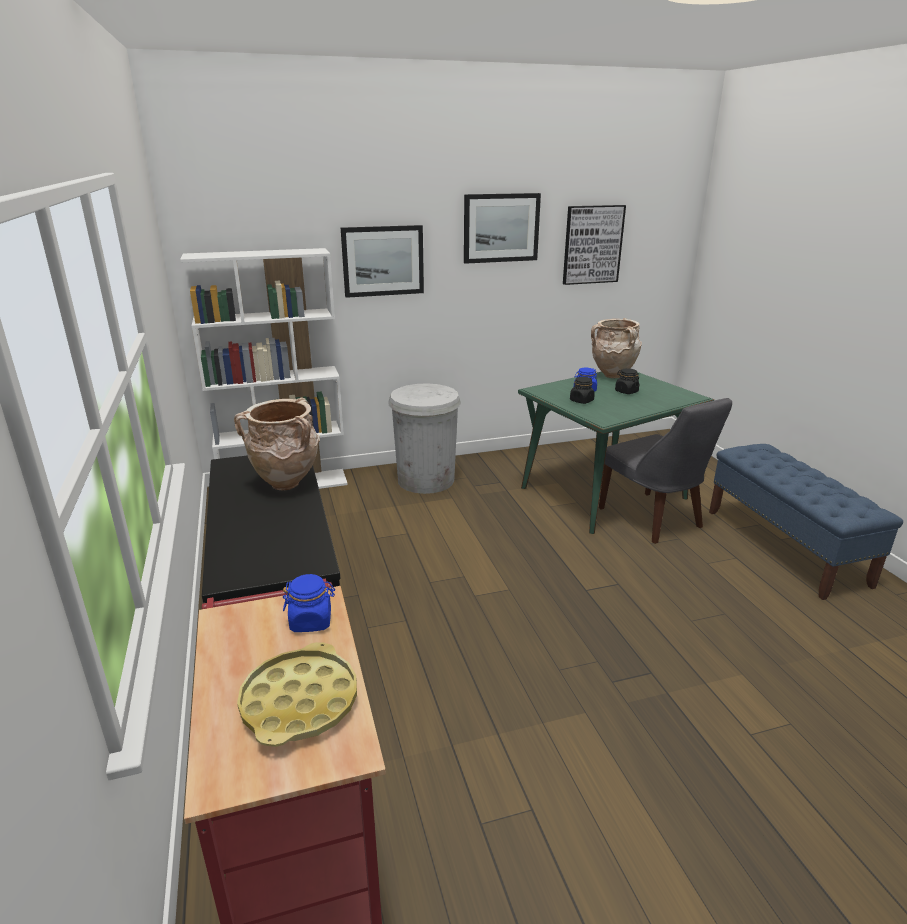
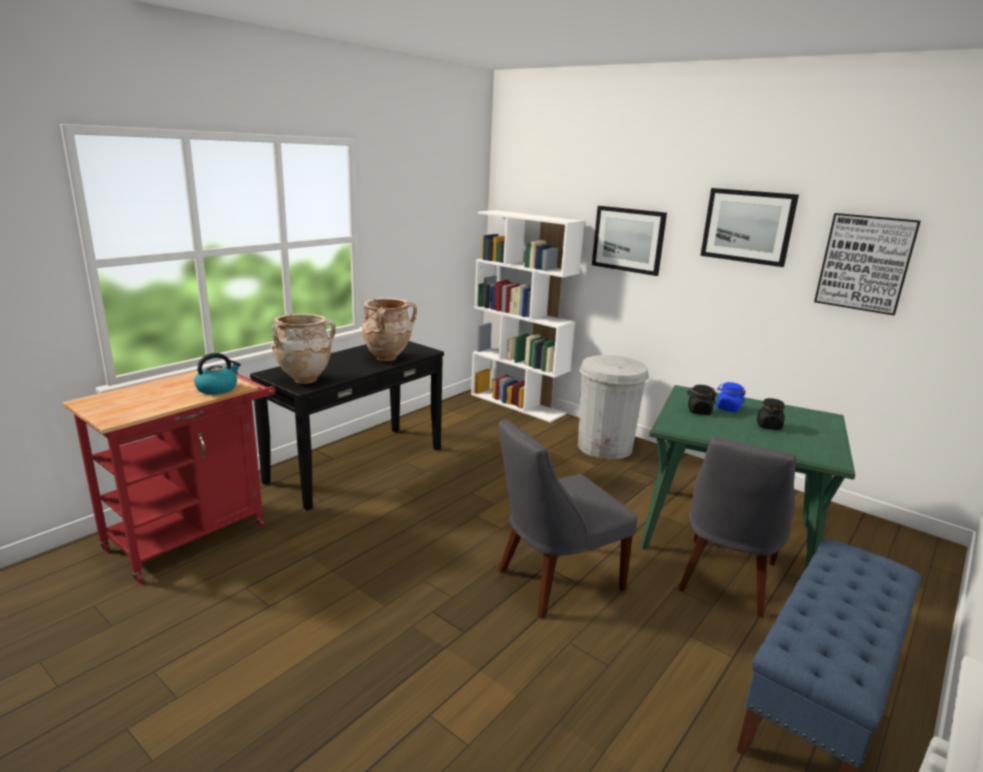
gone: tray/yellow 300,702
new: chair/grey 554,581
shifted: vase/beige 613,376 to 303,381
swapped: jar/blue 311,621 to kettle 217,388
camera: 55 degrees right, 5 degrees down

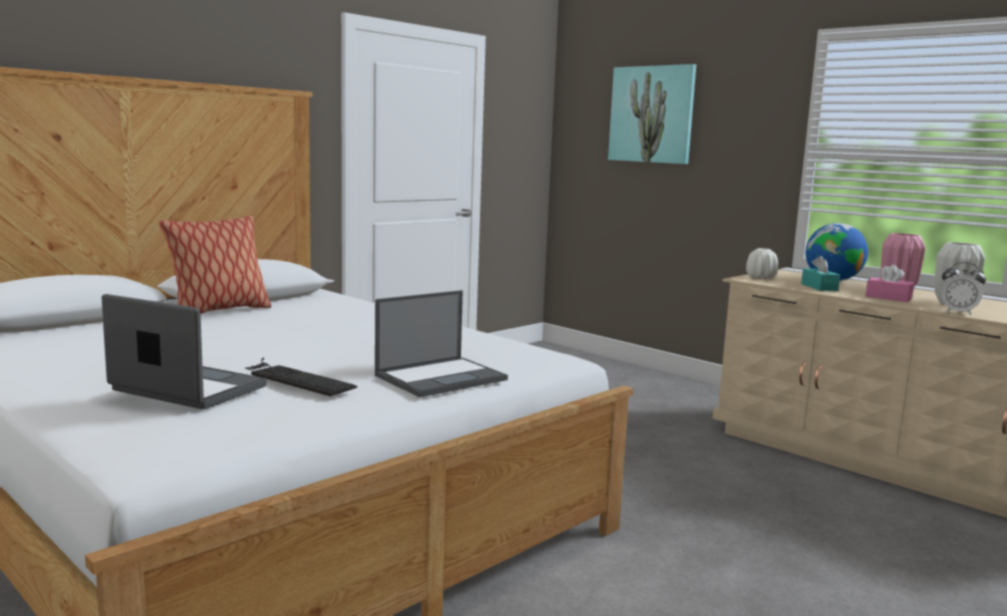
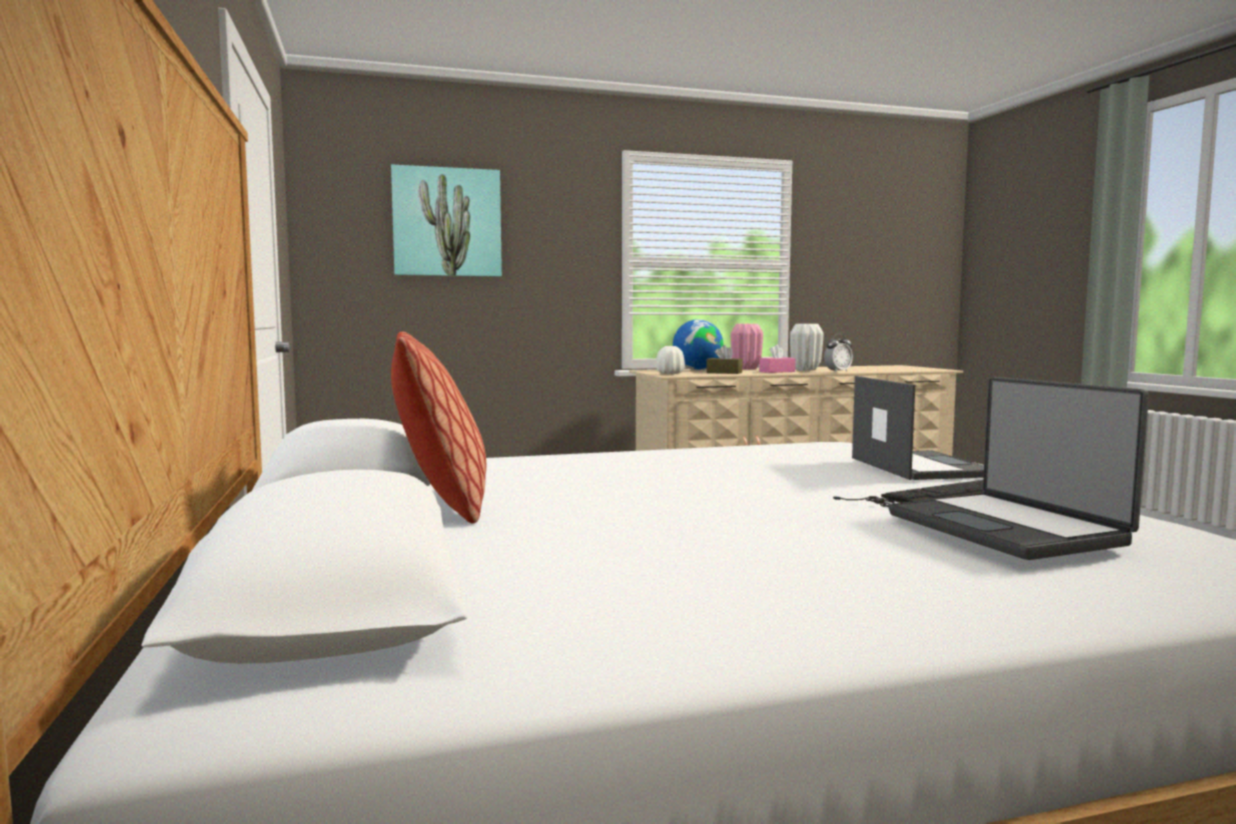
repainted: tissue box/turquoise 819,287 to tissue box/brown 724,373
rotated: laptop 186,389 = 1007,529 75 degrees counterclockwise
camera: 60 degrees left, 5 degrees down

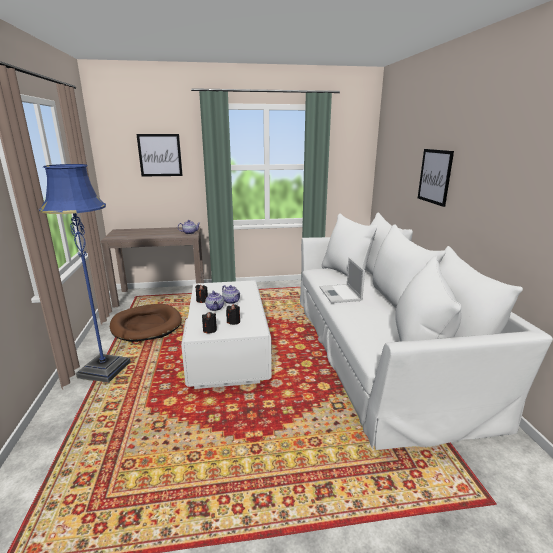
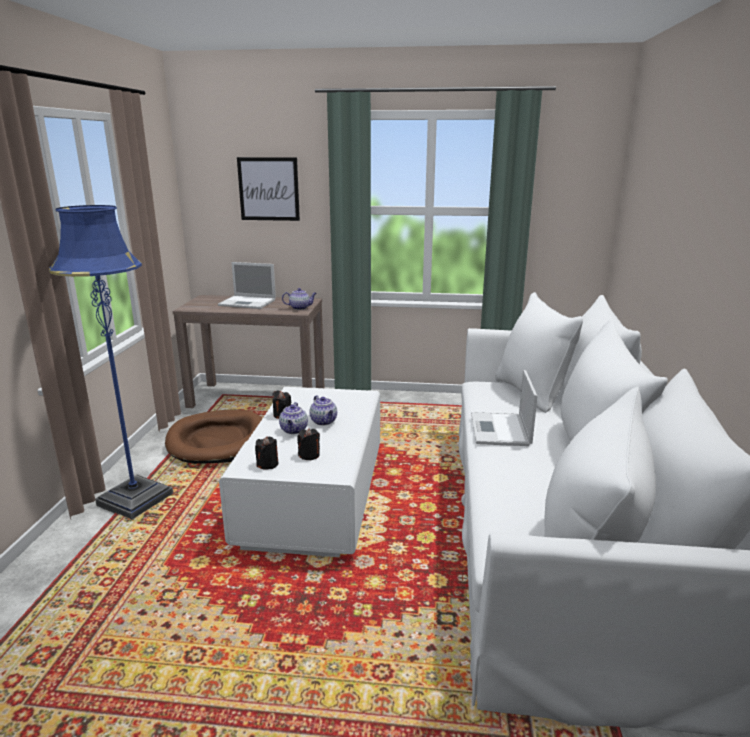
gone: picture 434,176
new: laptop 248,302
camera: 15 degrees right, 0 degrees up

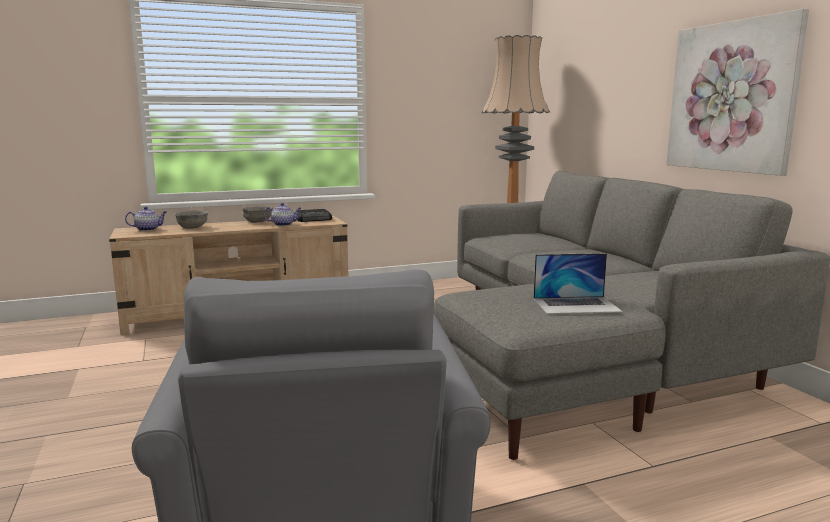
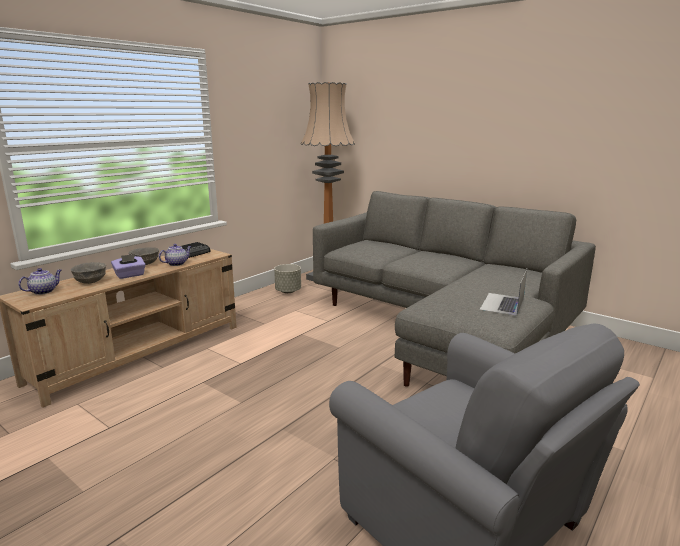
gone: picture 731,97
new: tissue box/purple 130,275; planter/grey 288,291
rotated: laptop 576,305 = 502,304 150 degrees clockwise
camera: 30 degrees left, 5 degrees up

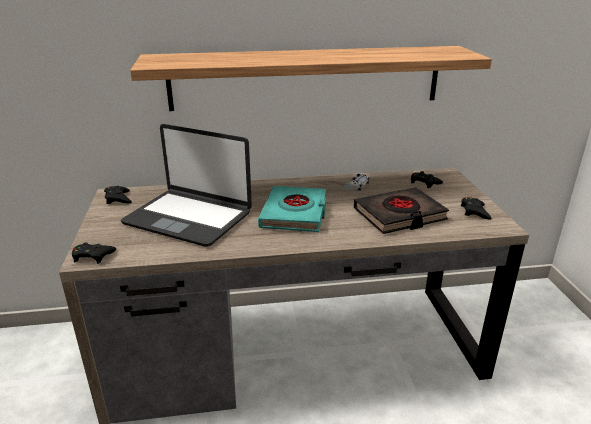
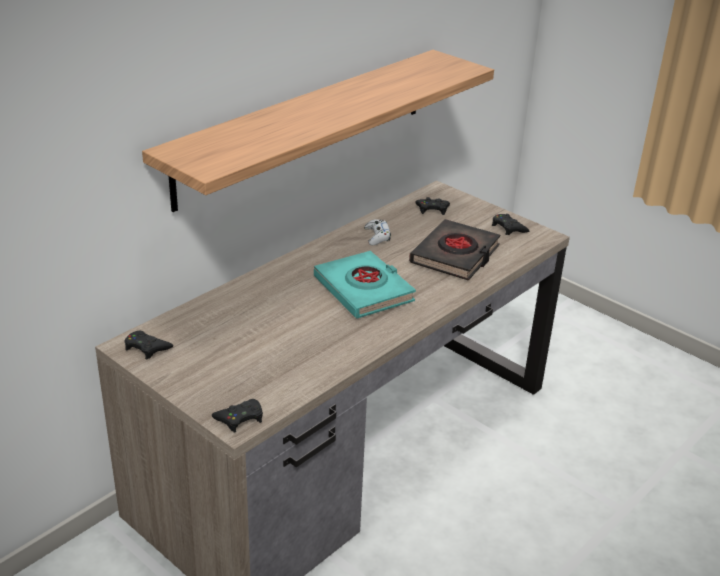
gone: laptop 189,217
camera: 40 degrees left, 5 degrees up

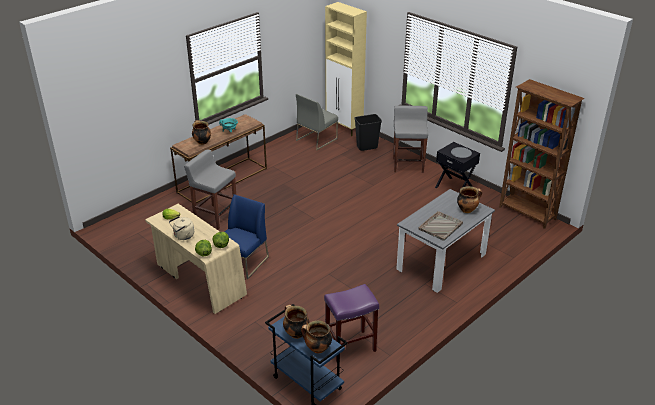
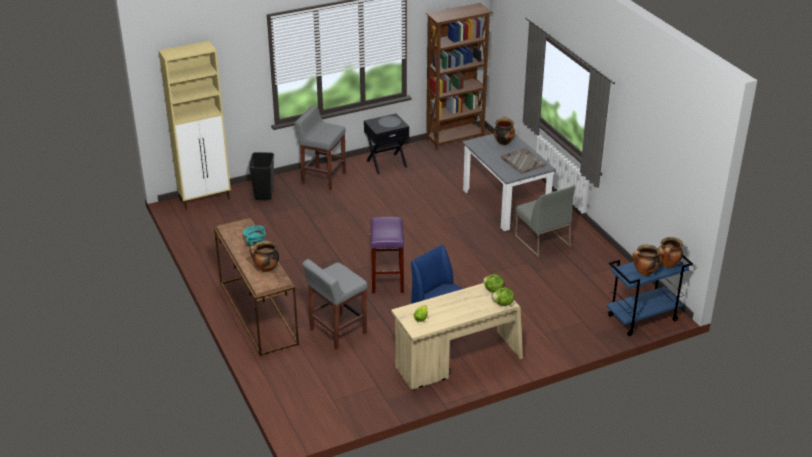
gone: kettle/beige 183,236
shifted: chair/grey 316,139 to 541,241; stool/purple 350,345 to 387,280
camera: 70 degrees left, 0 degrees up

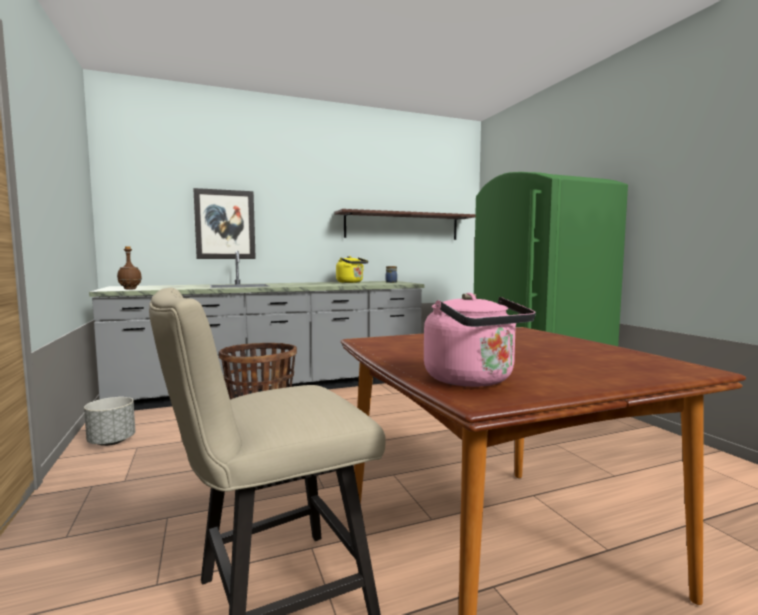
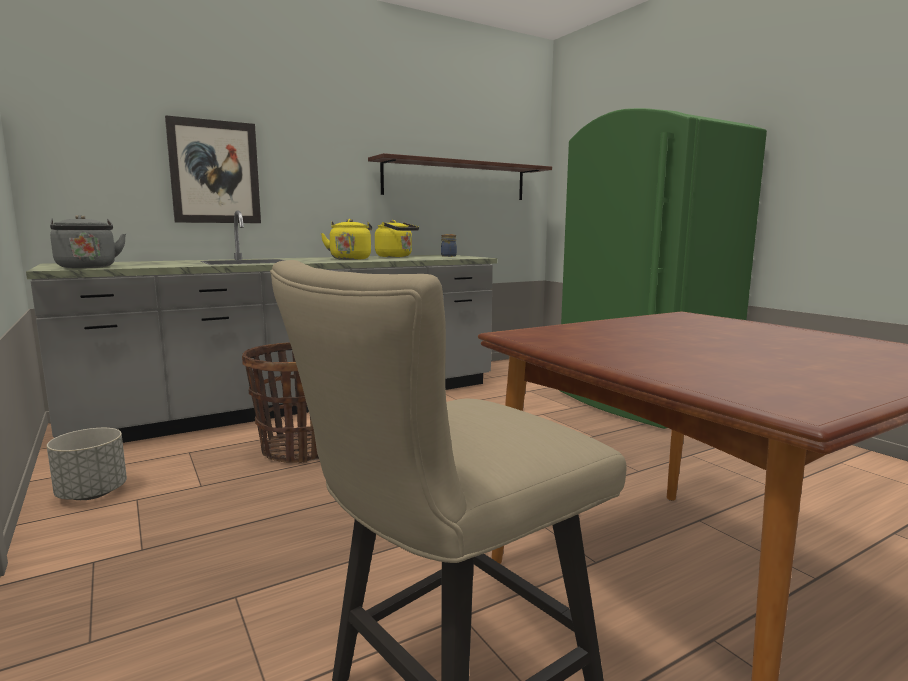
gone: kettle/pink 473,380
new: kettle/yellow 350,259
swapped: bottle/brown 130,289 to kettle/grey 87,267
camera: 10 degrees left, 5 degrees up

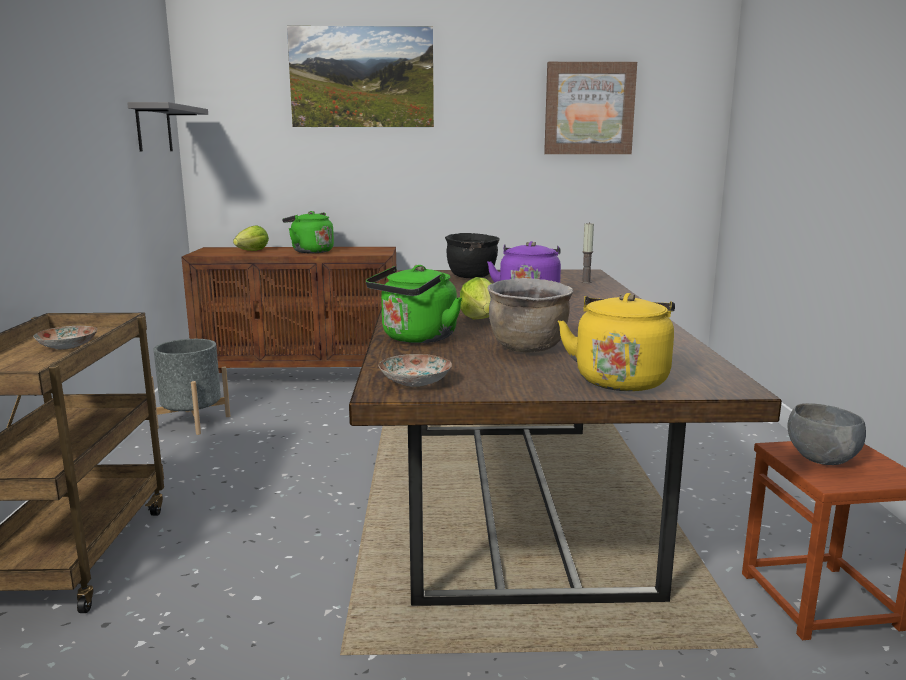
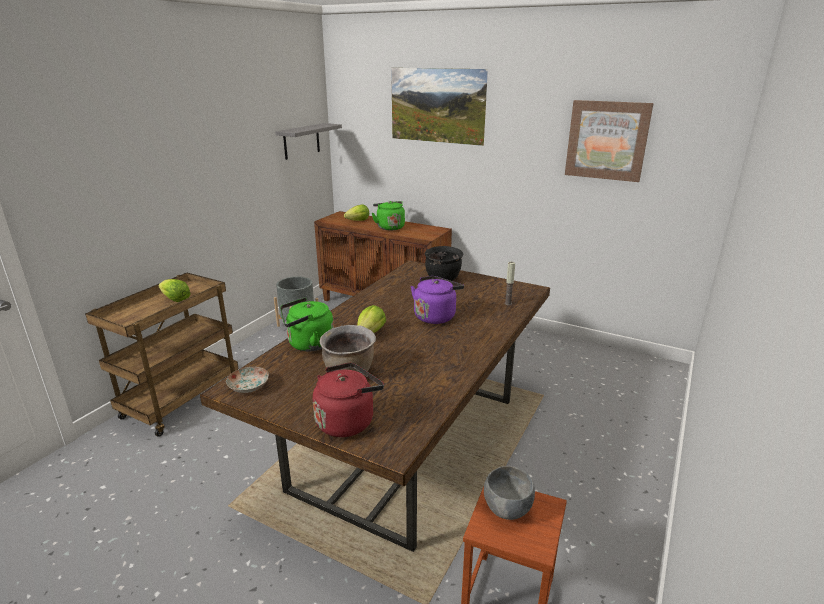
swapped: plate 68,346 to lettuce 175,300
repainted: kettle/yellow 621,379 to kettle/red 347,421
camera: 30 degrees right, 10 degrees up

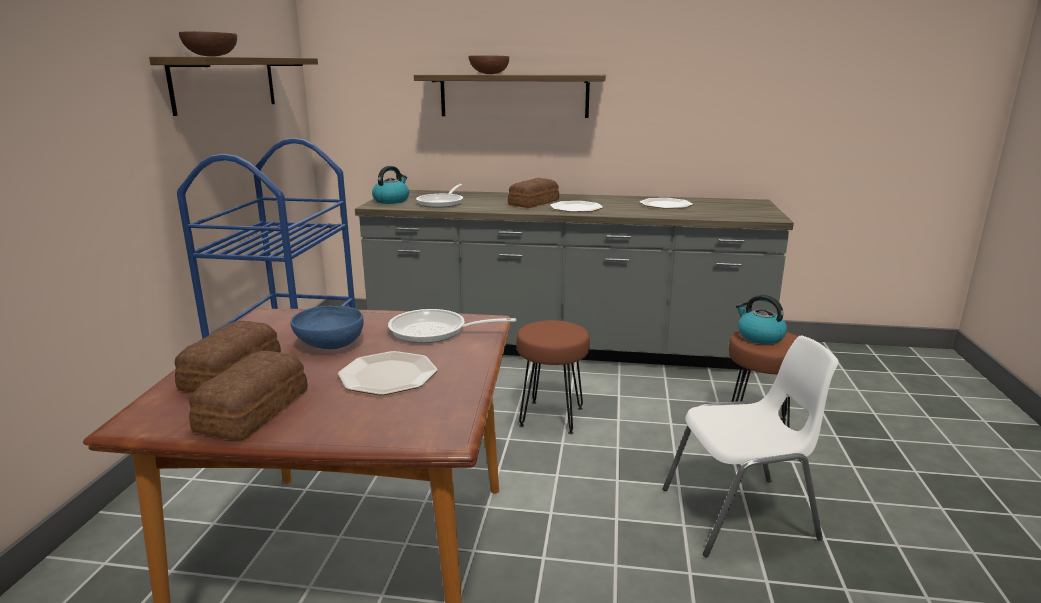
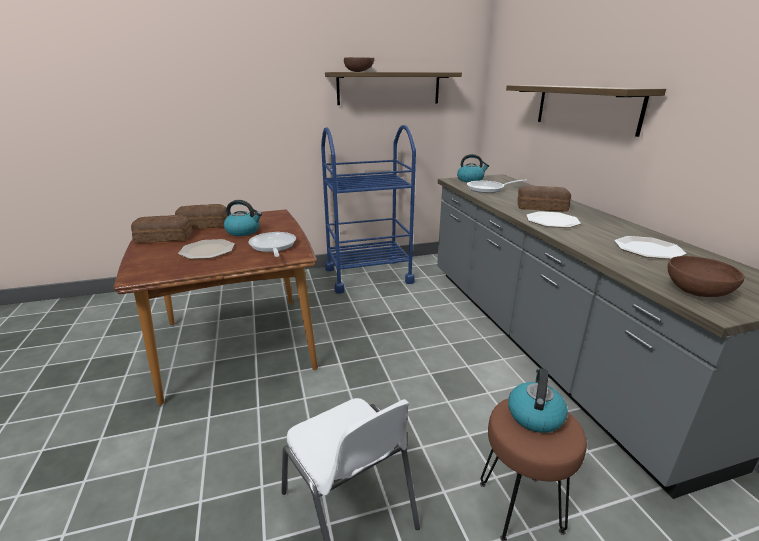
gone: stool/brown 552,416
shifted: bowl/brown 489,74 to 696,291
swapped: bowl/blue 329,344 to kettle 243,231
camera: 65 degrees right, 5 degrees up

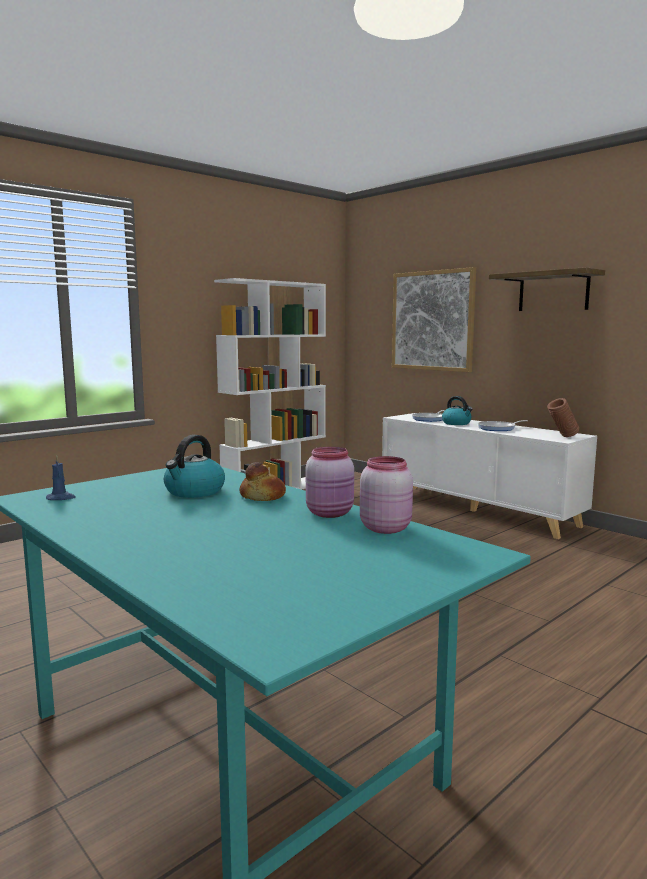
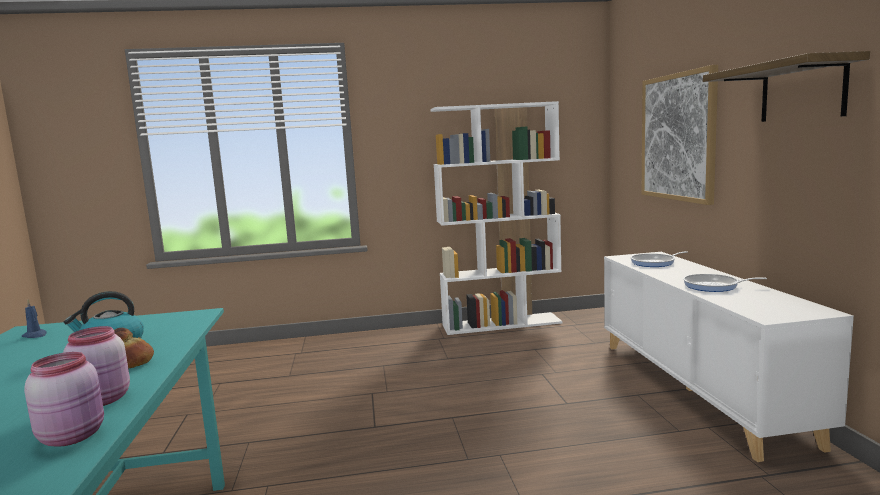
gone: kettle 457,423; vase/brown 562,437
camera: 35 degrees right, 0 degrees up

